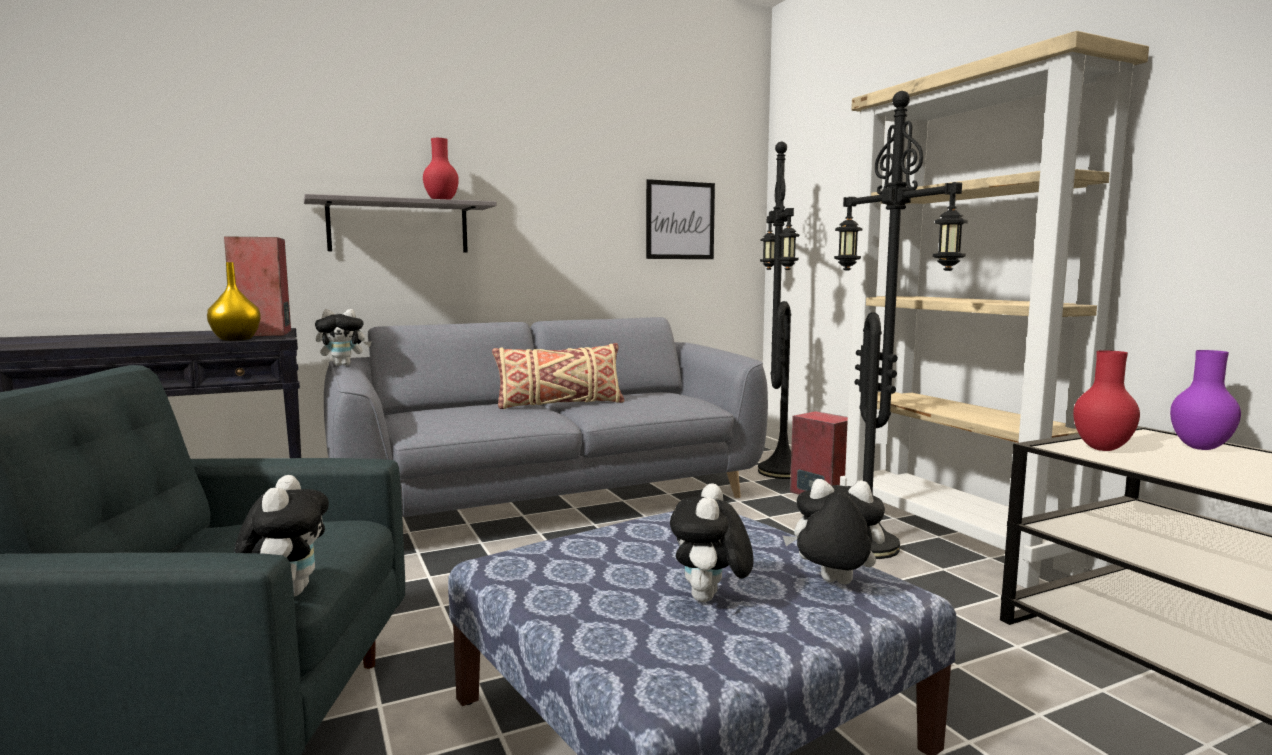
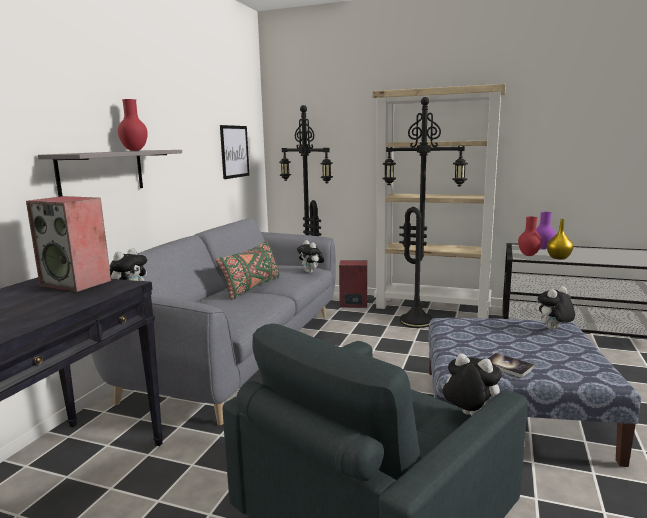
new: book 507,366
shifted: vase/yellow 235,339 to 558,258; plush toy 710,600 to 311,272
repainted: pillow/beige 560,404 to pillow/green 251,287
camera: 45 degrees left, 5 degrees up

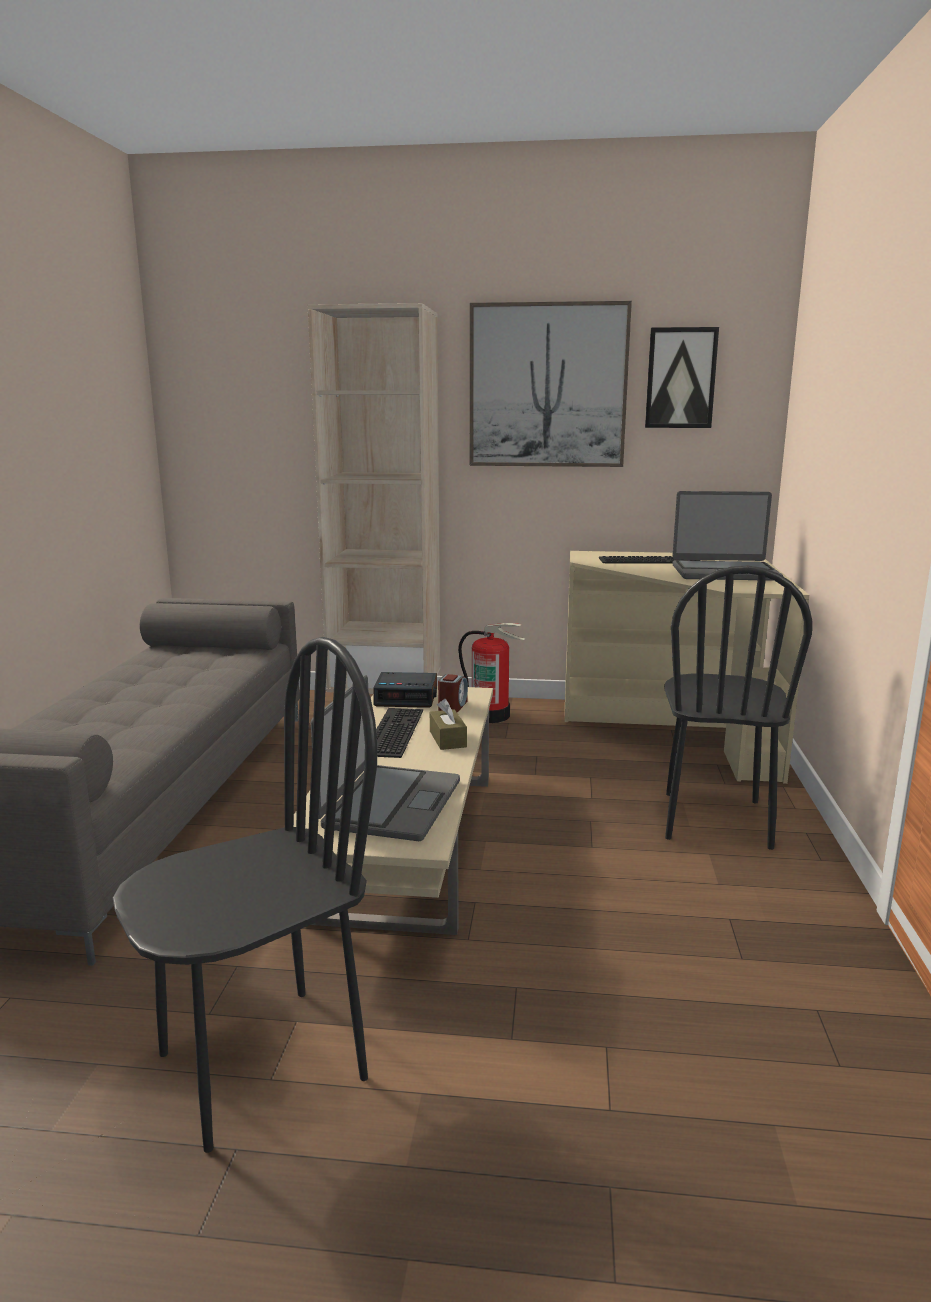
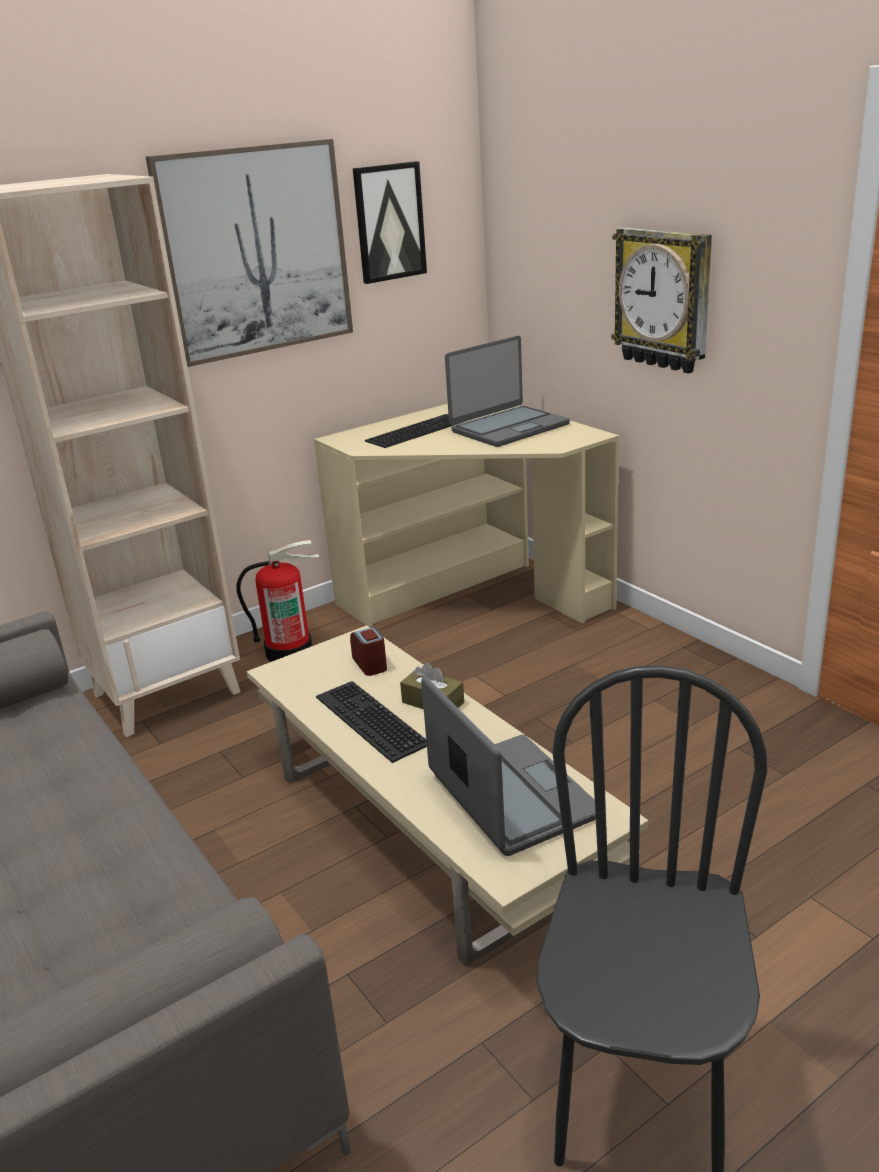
gone: chair/black 715,820; alarm clock 407,697
new: wall clock 663,299
camera: 40 degrees left, 10 degrees up

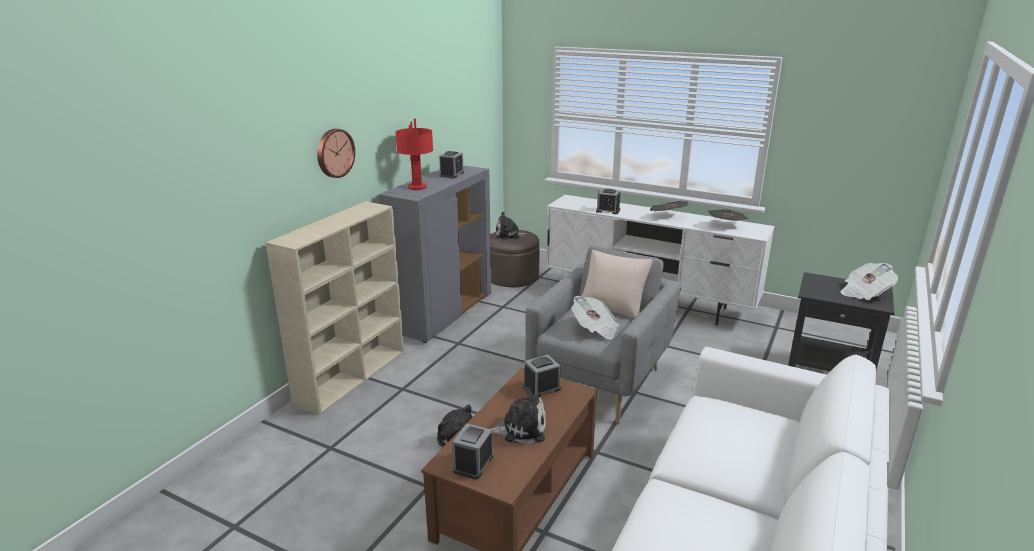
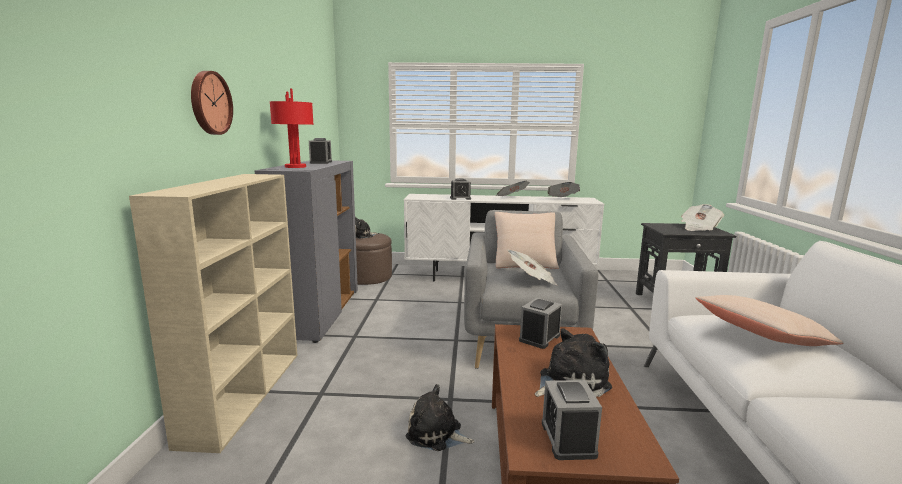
new: pillow/beige 762,337
camera: 25 degrees left, 10 degrees down

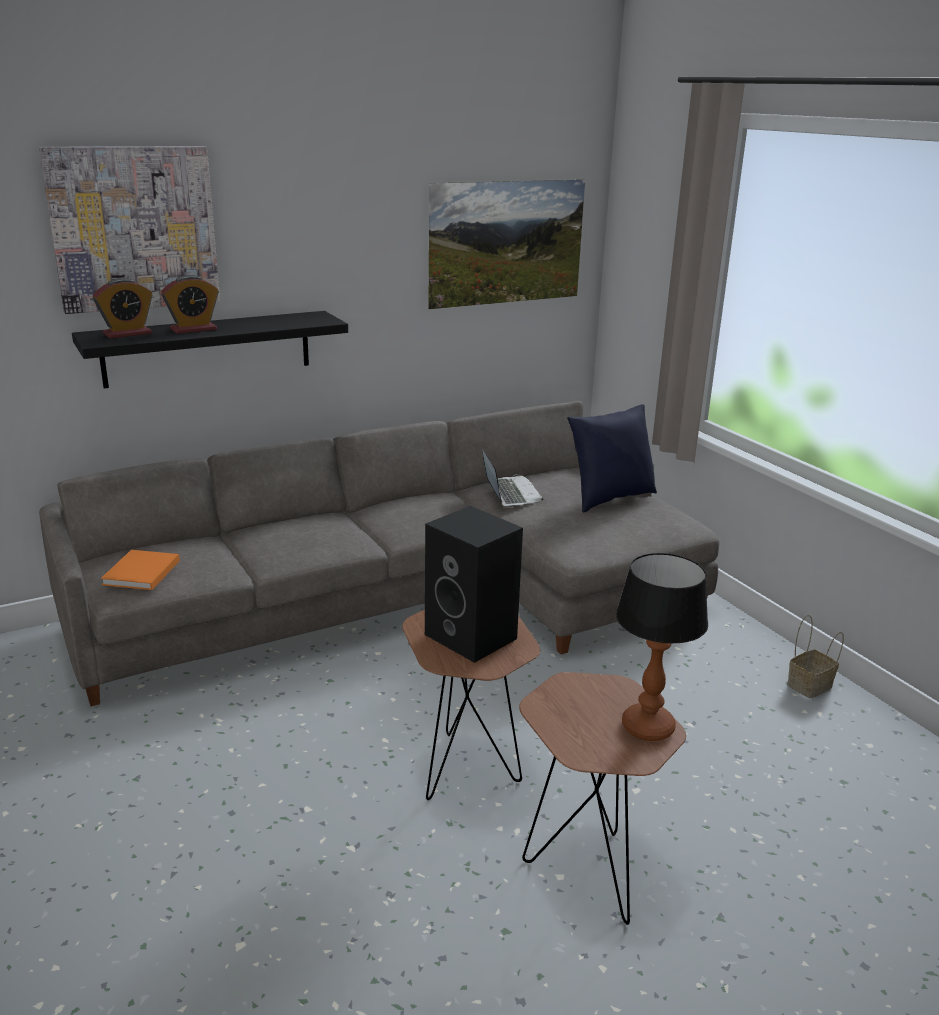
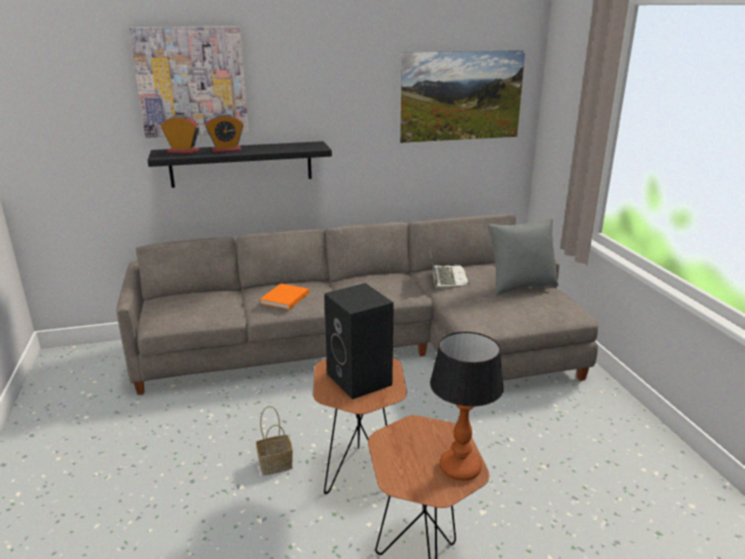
shifted: book/orange 140,573 to 284,298; basket 809,687 to 274,465
repainted: pillow/blue 609,498 to pillow/grey 520,286
rotated: alarm clock 127,334 = 183,151 150 degrees counterclockwise
camera: 15 degrees right, 0 degrees up

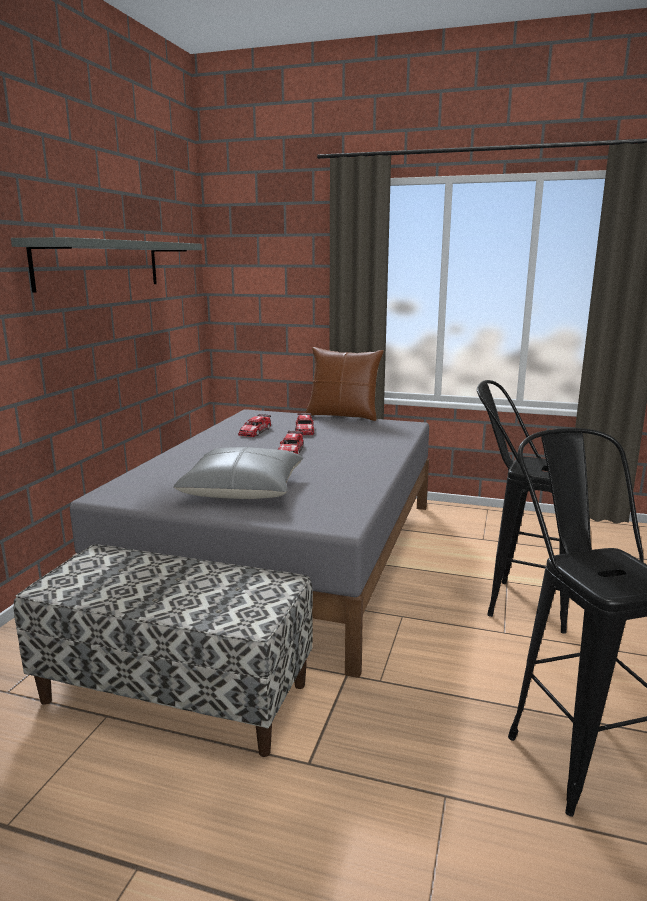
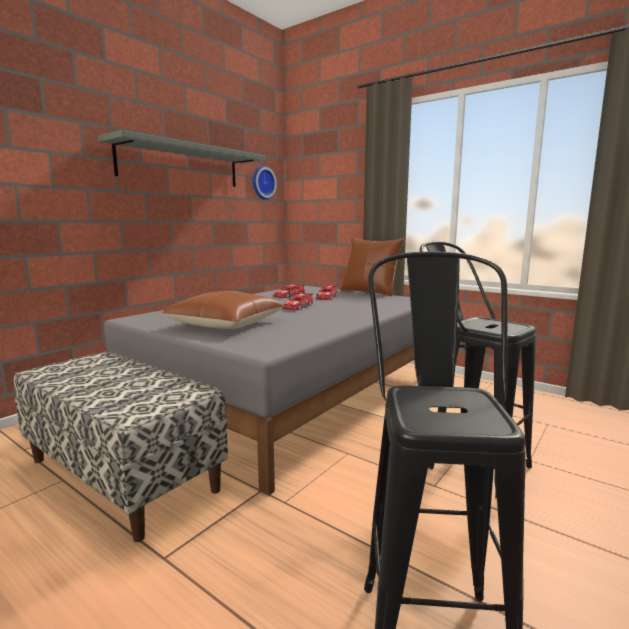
new: wall clock 262,182
repainted: pillow/grey 243,489 to pillow/brown 226,324
camera: 20 degrees right, 5 degrees down

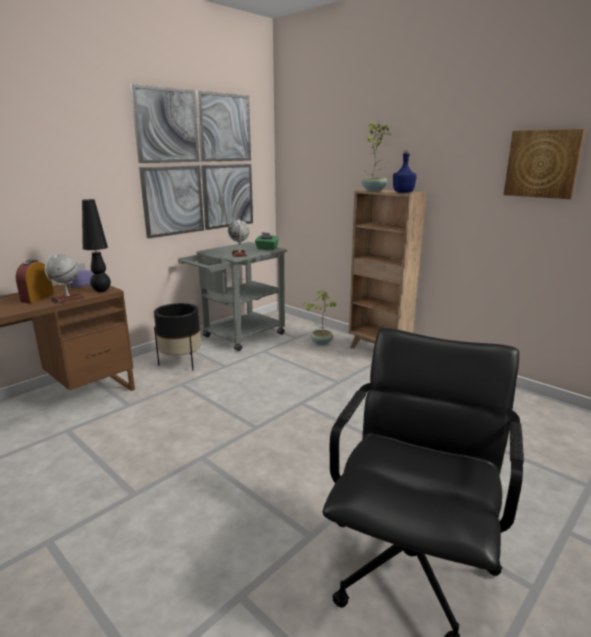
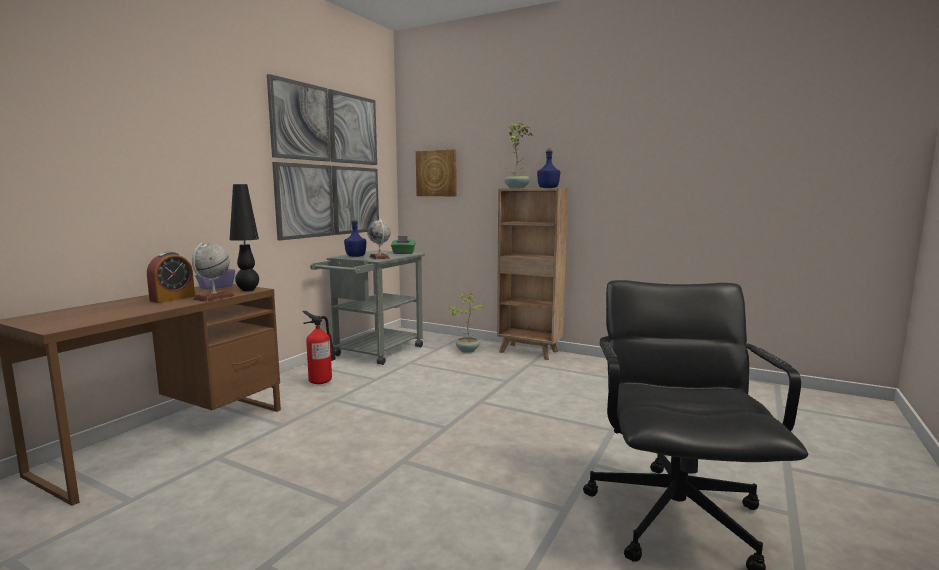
new: bottle/blue 355,256
shifted: picture 542,164 to 437,173
swapped: planter/black 181,363 to fire extinguisher 322,381
rotated: alarm clock 37,298 = 172,298 150 degrees counterclockwise
camera: 15 degrees left, 10 degrees down

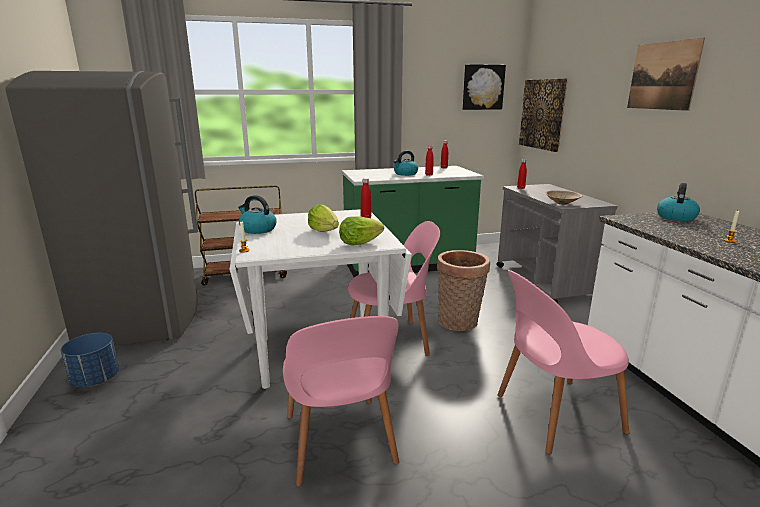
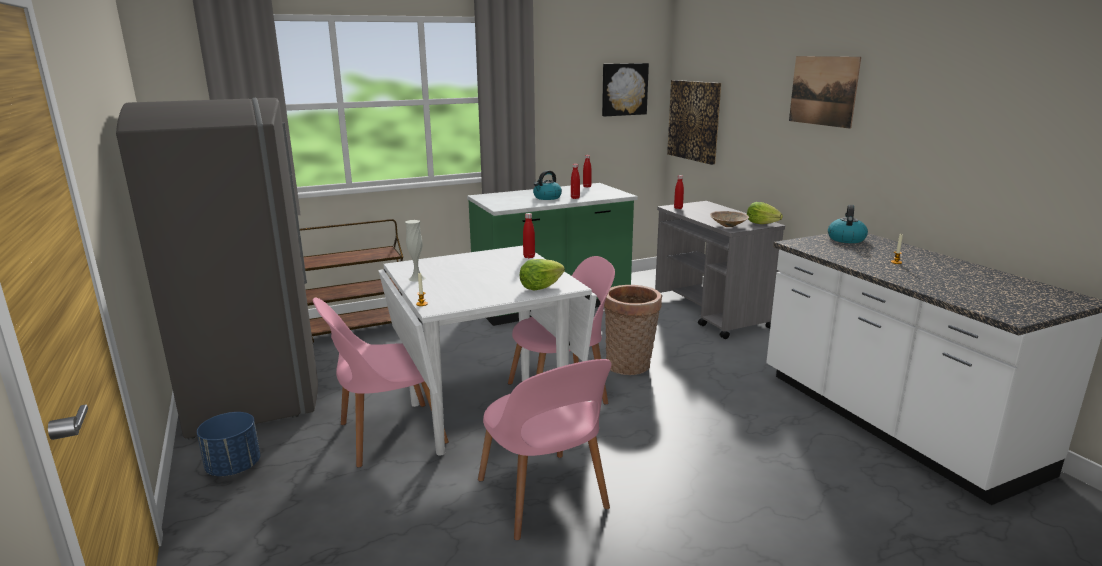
shifted: lettuce 324,231 to 761,223; chair/pink 554,414 to 387,434
swapped: kettle 257,229 to vase/white 417,278
camera: 10 degrees left, 0 degrees up

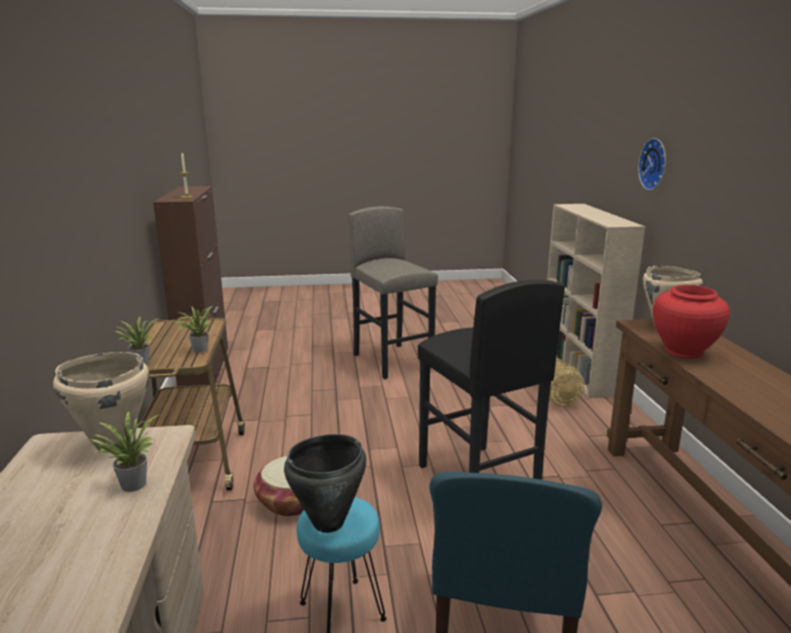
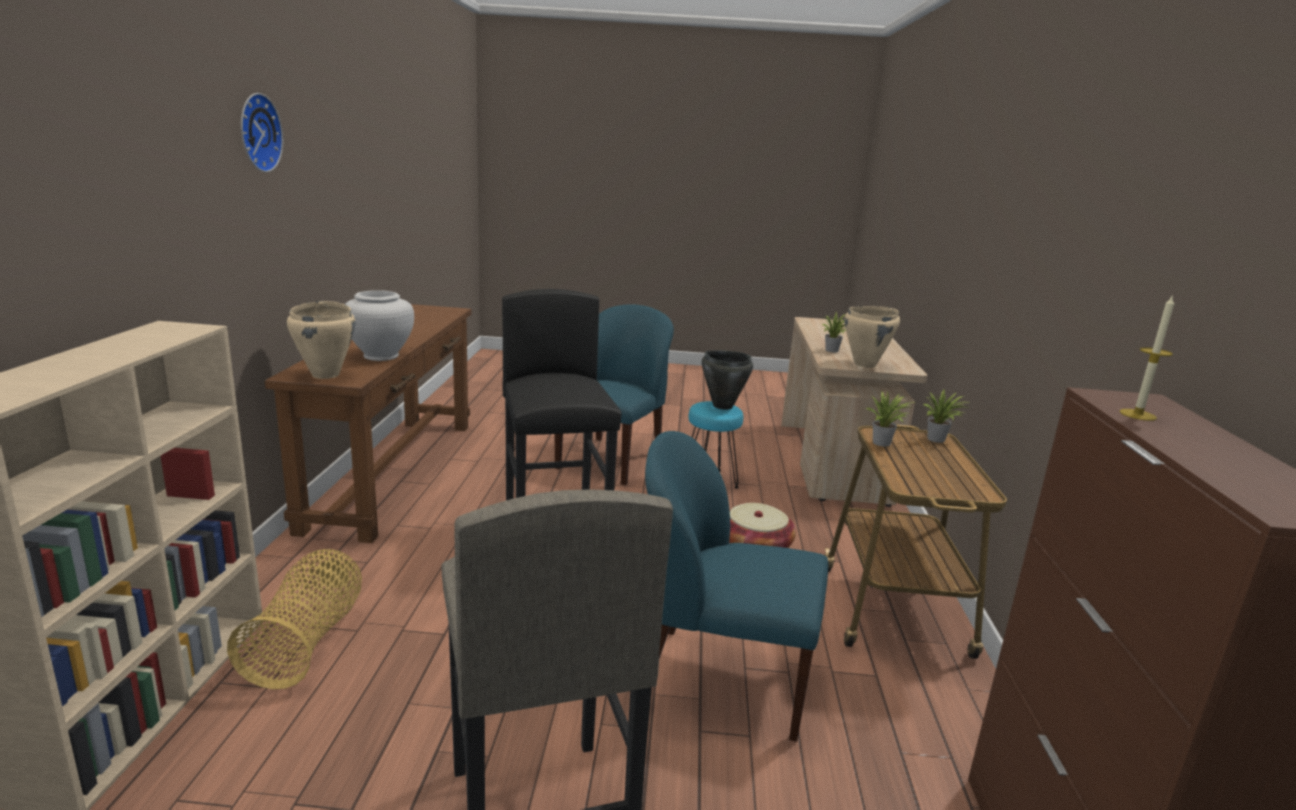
new: chair/blue 722,679
shifted: wall clock 655,164 to 256,132
repainted: vase/red 683,352 to vase/white 381,356
camera: 170 degrees left, 0 degrees up

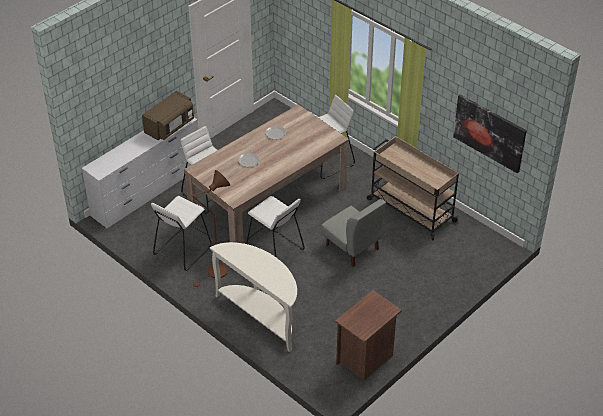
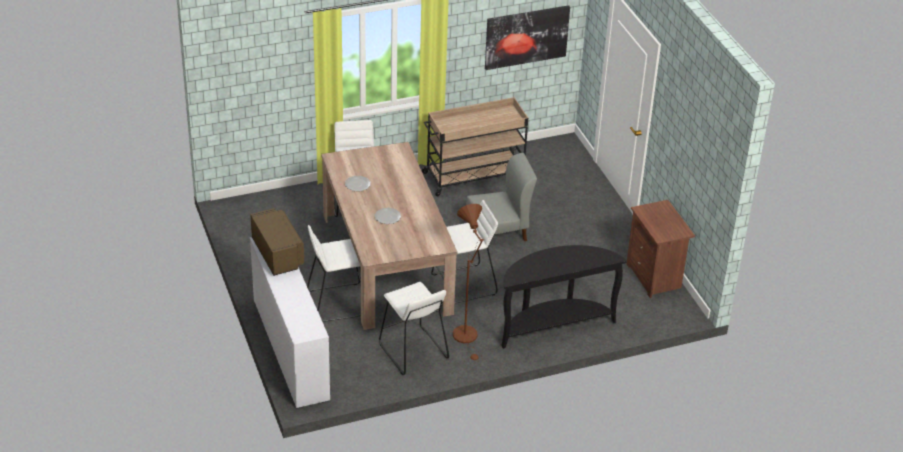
repainted: console table/white 261,316 to console table/black 553,325
camera: 65 degrees left, 5 degrees down

